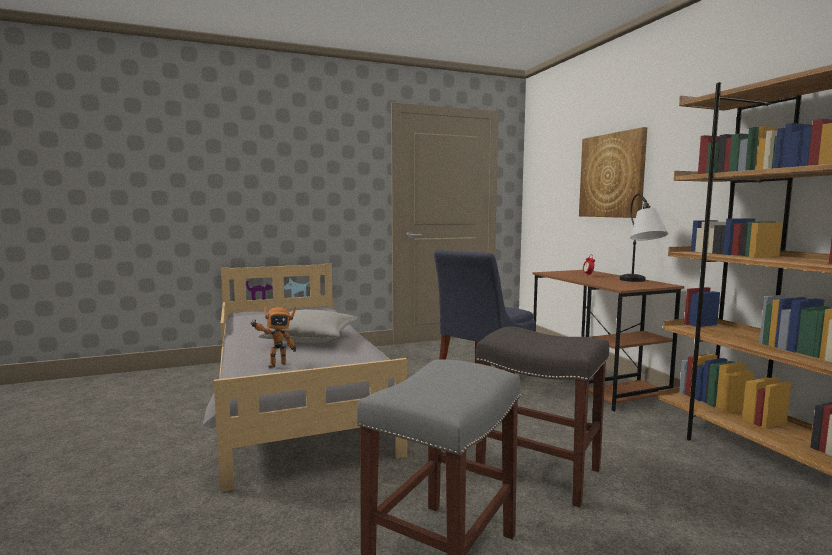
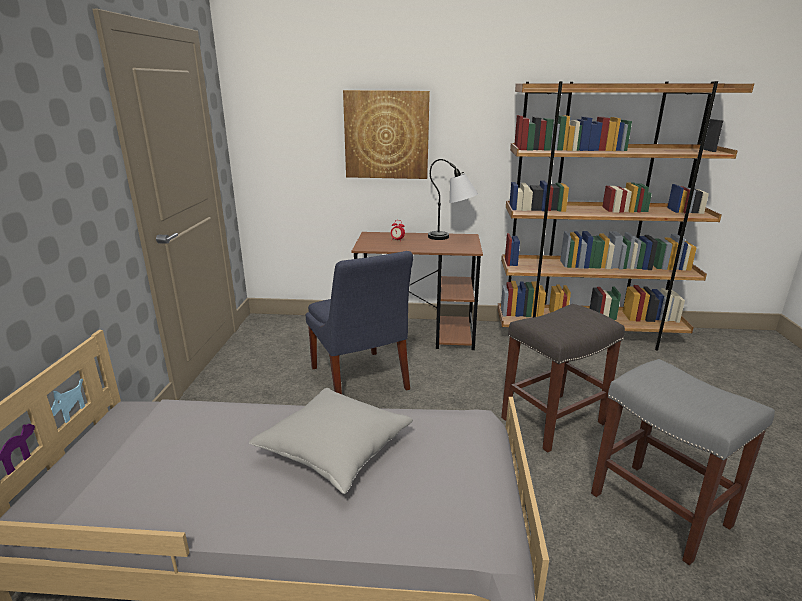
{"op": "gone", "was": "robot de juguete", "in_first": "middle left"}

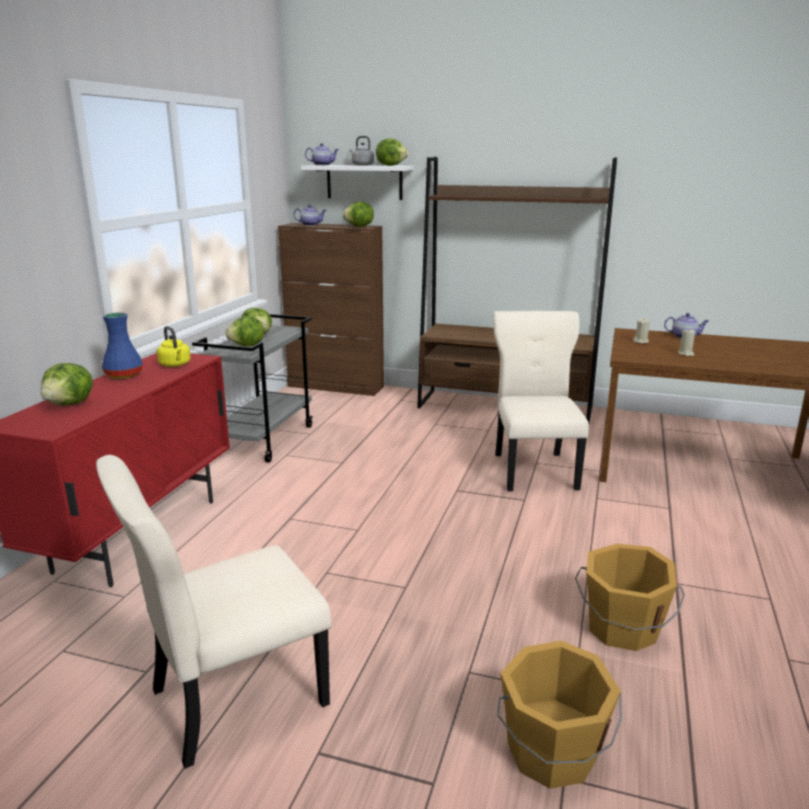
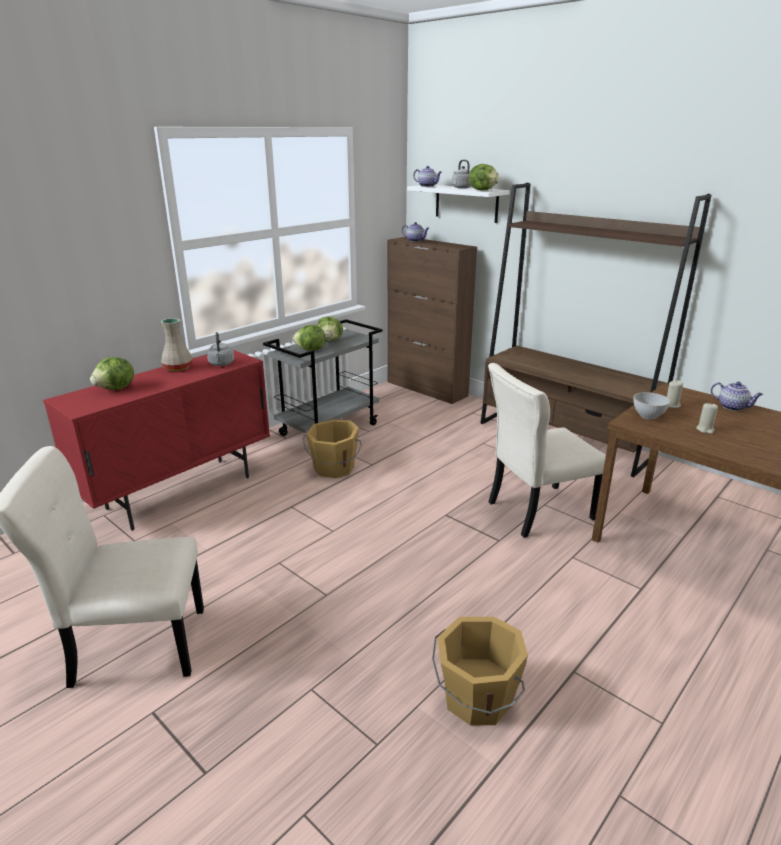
{"op": "gone", "was": "lechuga (no. 4 from left)", "in_first": "top centre"}
{"op": "new", "now": "cuenco/gris", "in_second": "middle right"}
{"op": "shifted", "was": "cubo/naranja (no. 1 from left)", "in_first": "bottom right", "in_second": "centre"}
{"op": "repainted", "was": "florero/azul", "now": "florero/beis", "in_first": "middle left", "in_second": "middle left"}
{"op": "repainted", "was": "hervidor/amarillo", "now": "hervidor/gris (no. 1 from left)", "in_first": "middle left", "in_second": "middle left"}
{"op": "rotated", "was": "silla/beis (no. 2 from left)", "in_first": "middle right", "in_second": "middle right", "clockwise": -135}

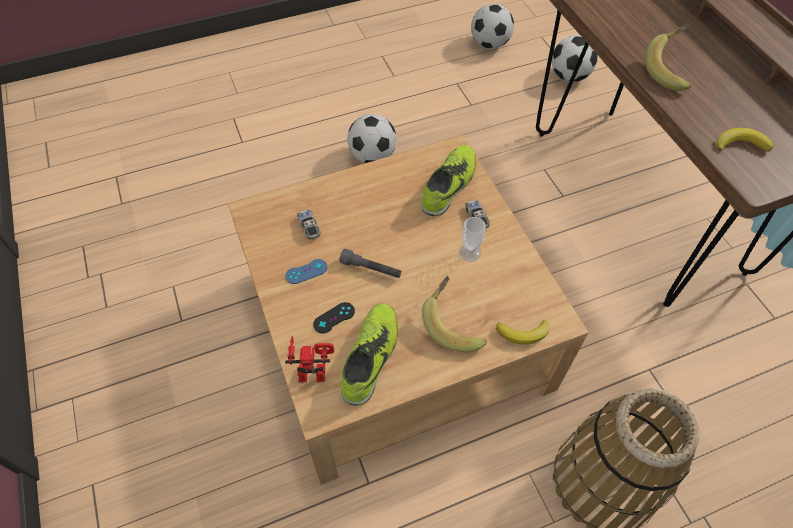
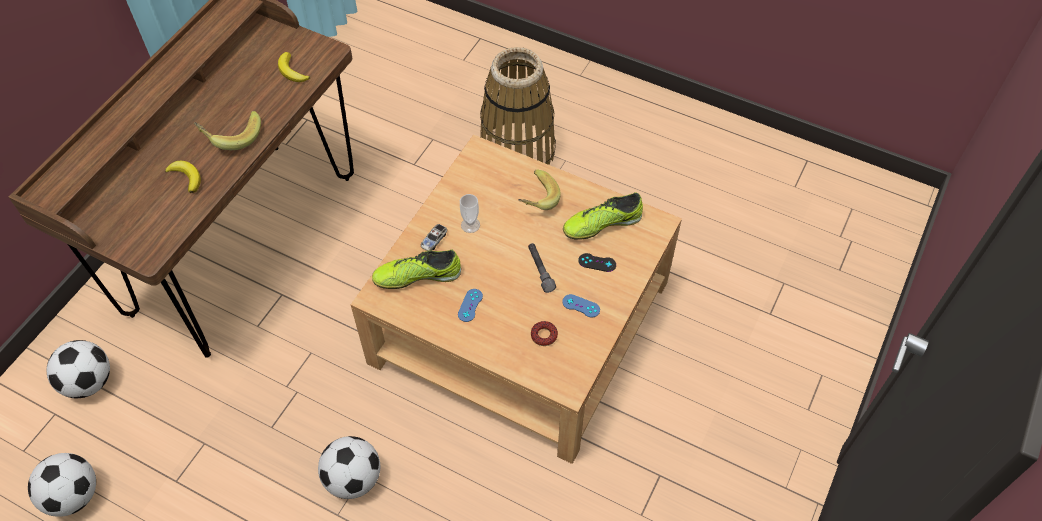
{"op": "gone", "was": "robot de juguete", "in_first": "bottom centre"}
{"op": "new", "now": "mando de consola/azul (no. 1 from left)", "in_second": "centre"}
{"op": "shifted", "was": "plátano (no. 2 from left in the first image)", "now": "plátano (no. 1 from left)", "in_first": "centre", "in_second": "middle left"}
{"op": "swapped", "was": "coche de juguete (no. 1 from left)", "now": "rosquilla", "in_first": "centre", "in_second": "centre"}

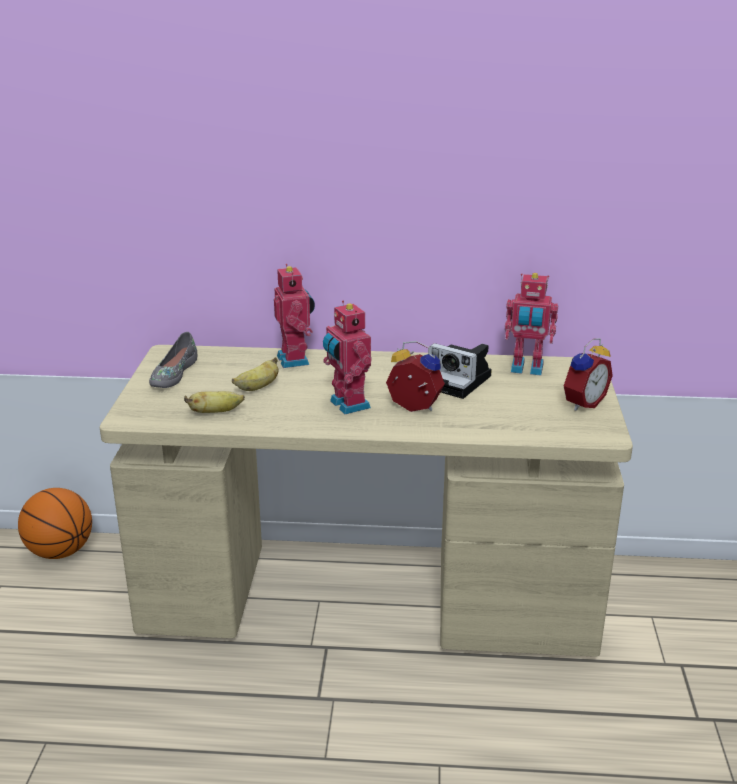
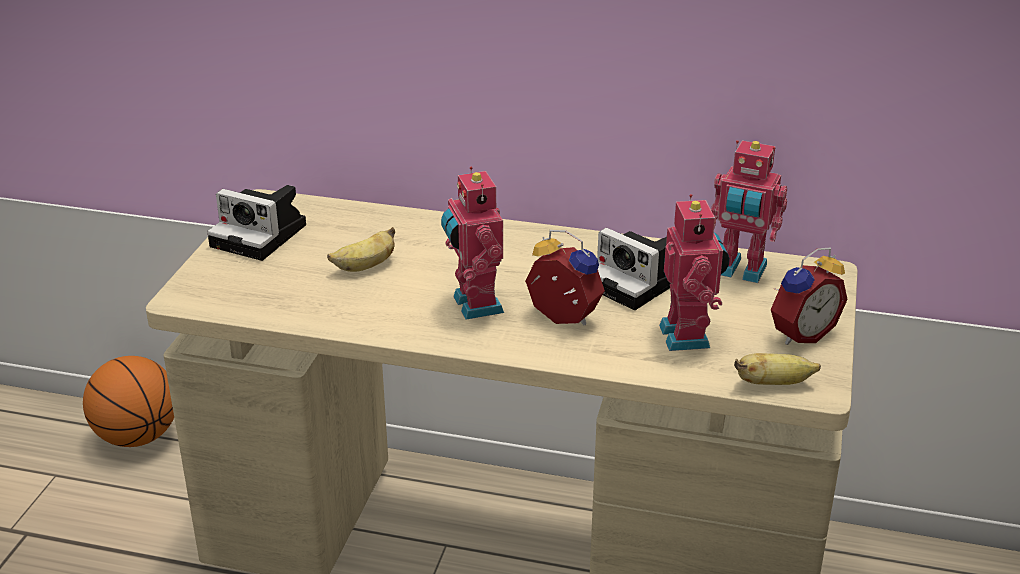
{"op": "shifted", "was": "plátano (no. 1 from left in the first image)", "now": "plátano (no. 2 from left)", "in_first": "middle left", "in_second": "middle right"}
{"op": "shifted", "was": "robot de juguete (no. 1 from left in the first image)", "now": "robot de juguete (no. 2 from left)", "in_first": "centre", "in_second": "middle right"}
{"op": "swapped", "was": "zapato/gris", "now": "cámara (no. 1 from left)", "in_first": "middle left", "in_second": "middle left"}

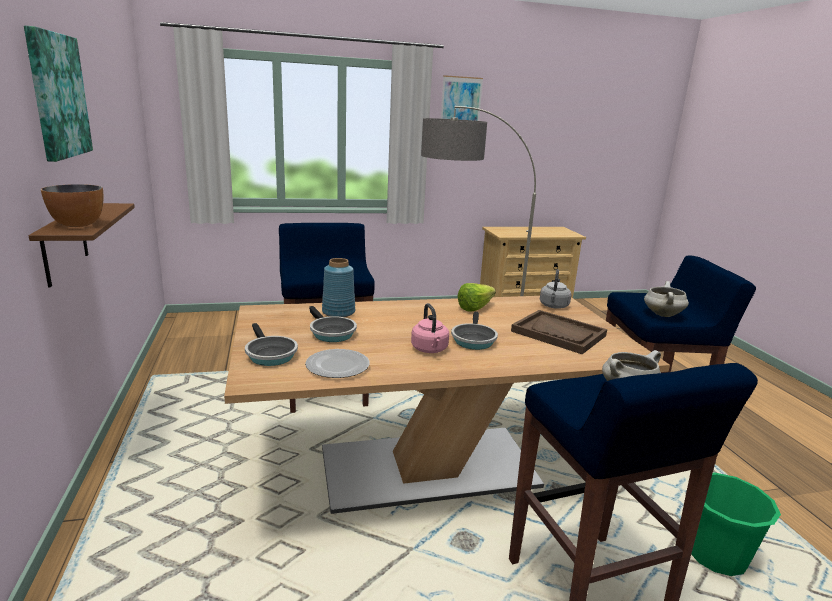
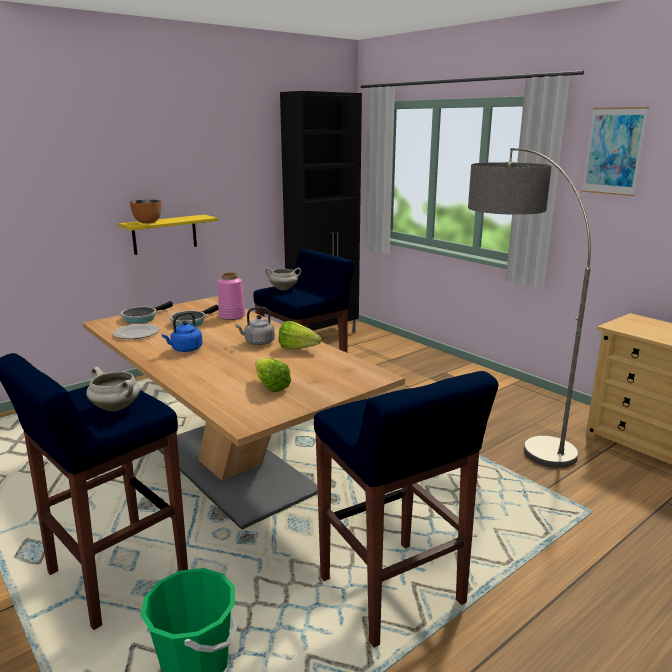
{"op": "gone", "was": "cuadro (no. 1 from left)", "in_first": "top left"}
{"op": "gone", "was": "sartén (no. 3 from left)", "in_first": "centre"}
{"op": "new", "now": "armario/negro", "in_second": "top centre"}
{"op": "shifted", "was": "hervidor/gris", "in_first": "middle right", "in_second": "centre"}
{"op": "shifted", "was": "olla/blanco (no. 2 from left)", "in_first": "middle right", "in_second": "centre"}
{"op": "swapped", "was": "bandeja/marrón", "now": "lechuga (no. 1 from left)", "in_first": "middle right", "in_second": "centre"}
{"op": "repainted", "was": "estante/marrón", "now": "estante/amarillo", "in_first": "middle left", "in_second": "middle left"}
{"op": "repainted", "was": "florero/azul", "now": "florero/rosa", "in_first": "centre", "in_second": "centre"}
{"op": "repainted", "was": "hervidor/rosa", "now": "hervidor/azul", "in_first": "centre", "in_second": "middle left"}

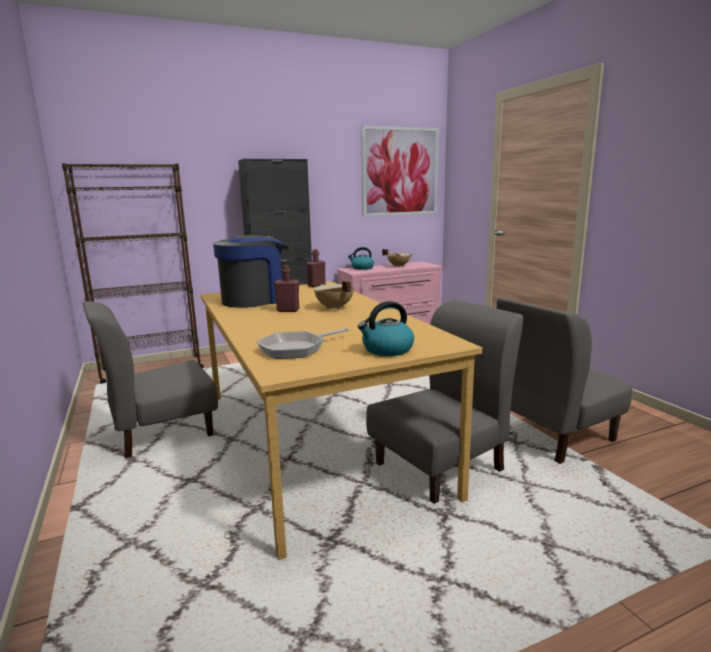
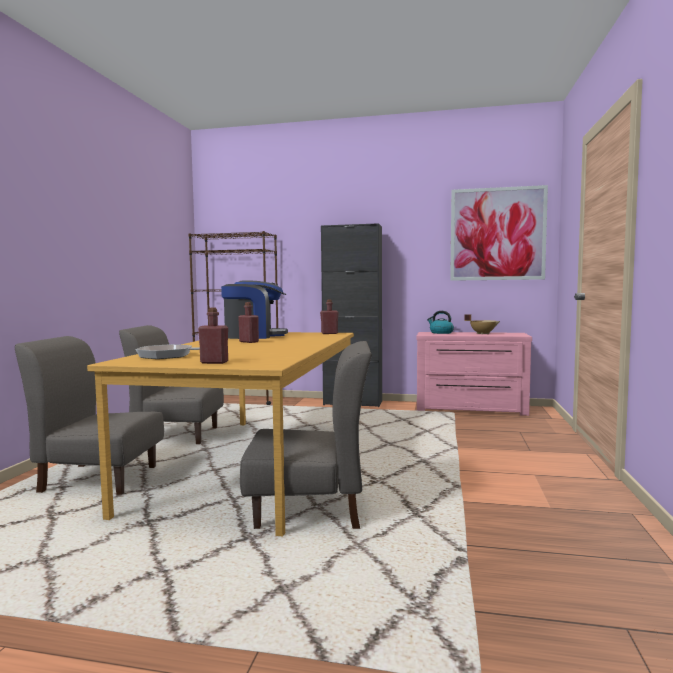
{"op": "gone", "was": "olla/beis (no. 1 from left)", "in_first": "centre"}
{"op": "shifted", "was": "silla/gris (no. 3 from left in the first image)", "now": "silla/gris (no. 1 from left)", "in_first": "middle right", "in_second": "middle left"}
{"op": "swapped", "was": "hervidor (no. 2 from left)", "now": "botella/rojo (no. 1 from left)", "in_first": "centre", "in_second": "middle left"}

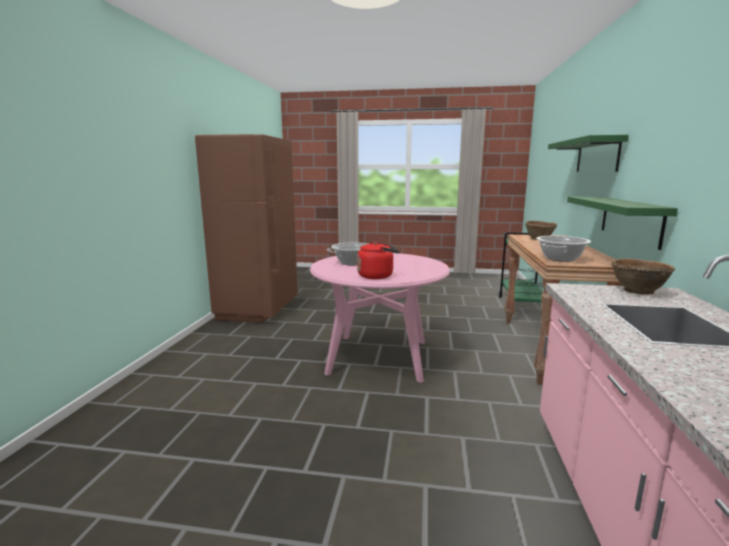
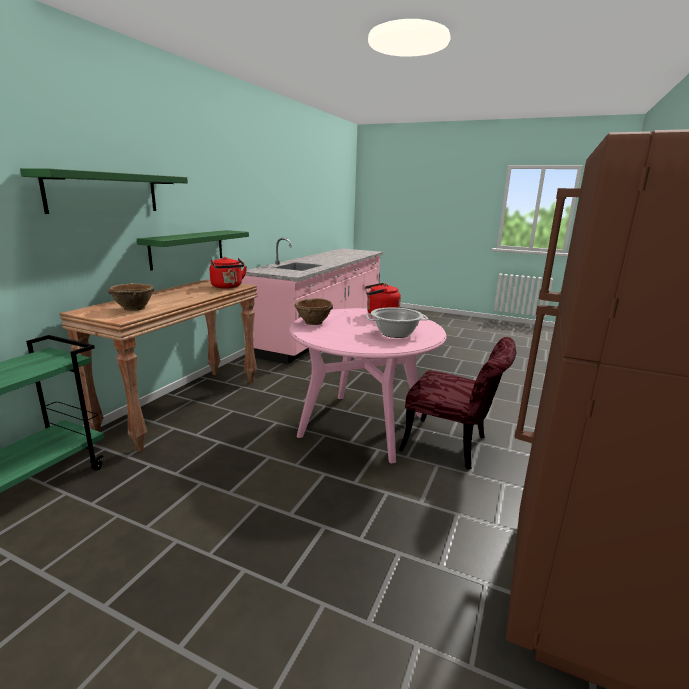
{"op": "new", "now": "silla/rojo", "in_second": "centre"}
{"op": "shifted", "was": "cuenco/marrón (no. 2 from left)", "in_first": "middle right", "in_second": "centre"}
{"op": "swapped", "was": "olla (no. 2 from left)", "now": "hervidor/rojo (no. 1 from left)", "in_first": "middle right", "in_second": "middle left"}

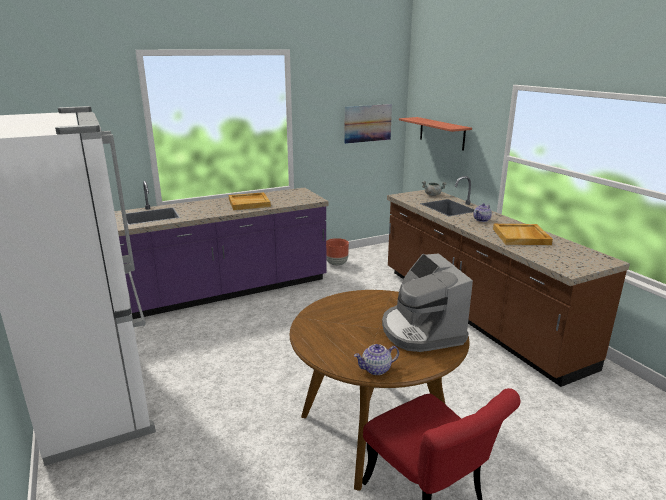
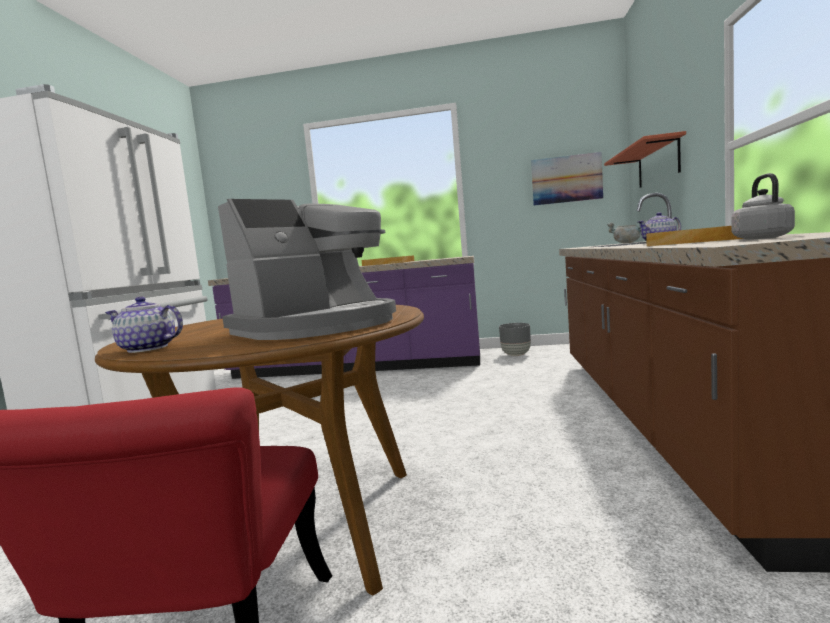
{"op": "new", "now": "hervidor/gris", "in_second": "top right"}
{"op": "repainted", "was": "maceta/marrón", "now": "maceta/gris", "in_first": "centre", "in_second": "centre"}
{"op": "rotated", "was": "cafetera", "in_first": "centre", "in_second": "centre", "clockwise": -150}

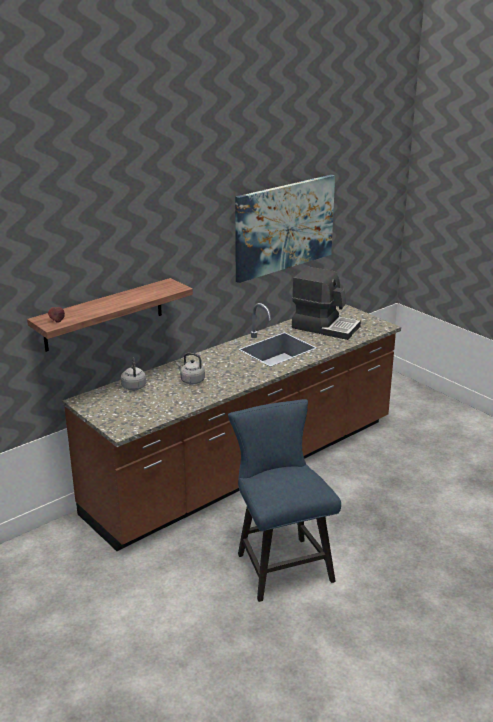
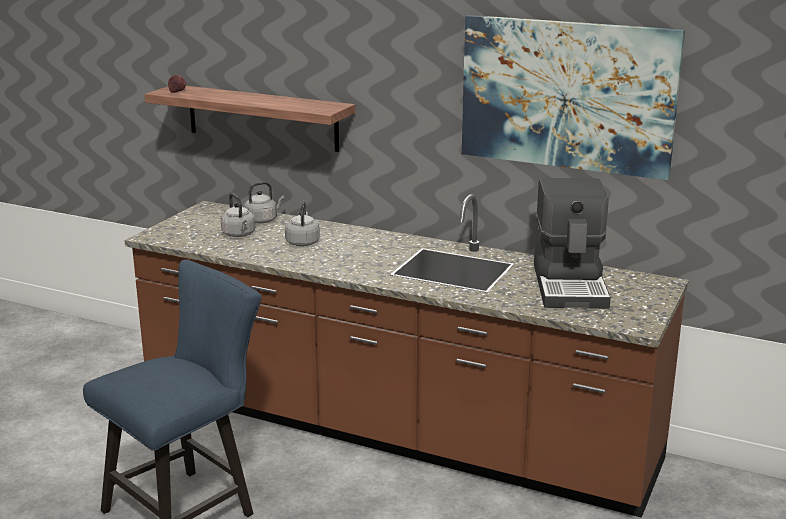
{"op": "new", "now": "hervidor/gris (no. 1 from left)", "in_second": "middle left"}

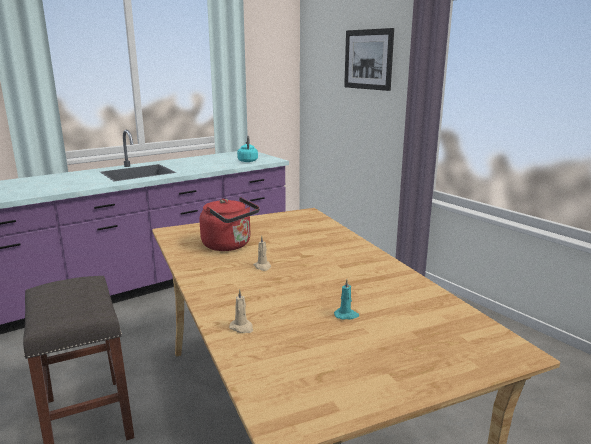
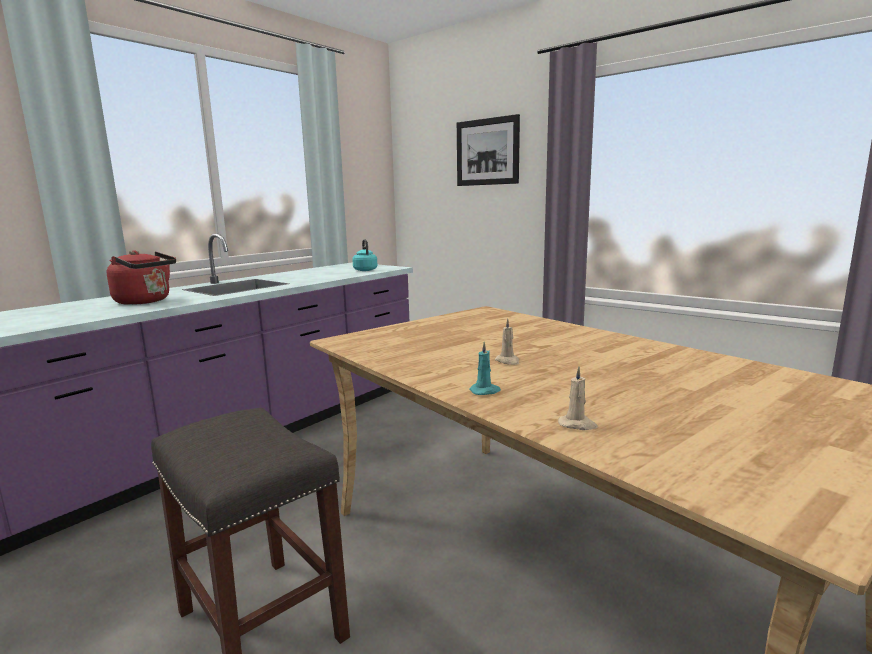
{"op": "shifted", "was": "hervidor/rojo", "in_first": "centre", "in_second": "middle left"}
{"op": "shifted", "was": "vela/turquesa", "in_first": "bottom centre", "in_second": "centre"}

